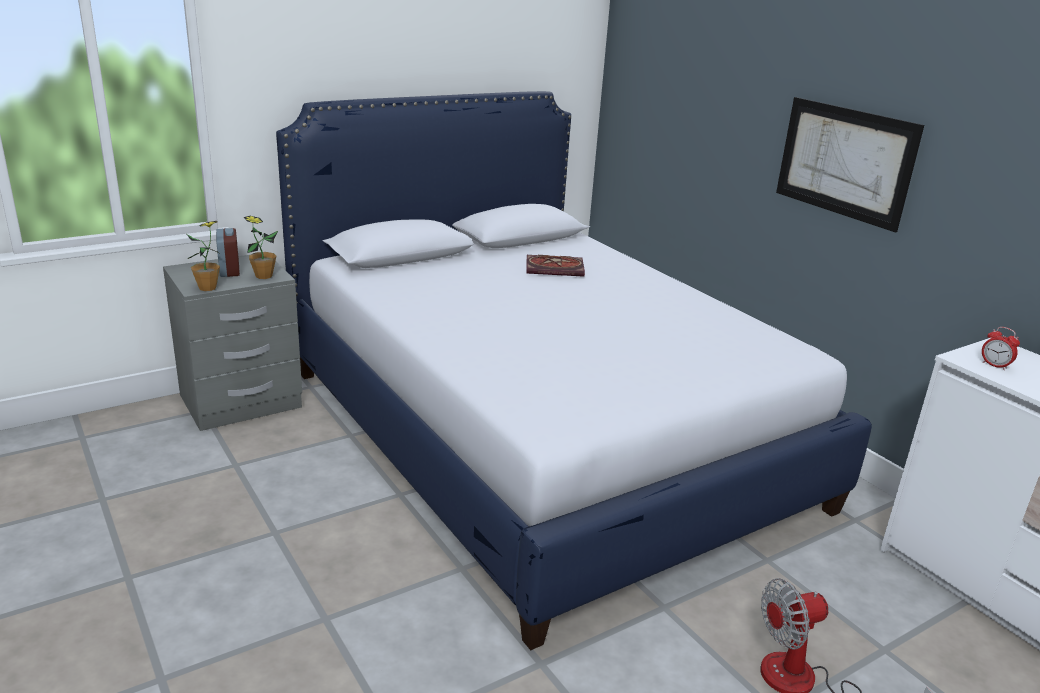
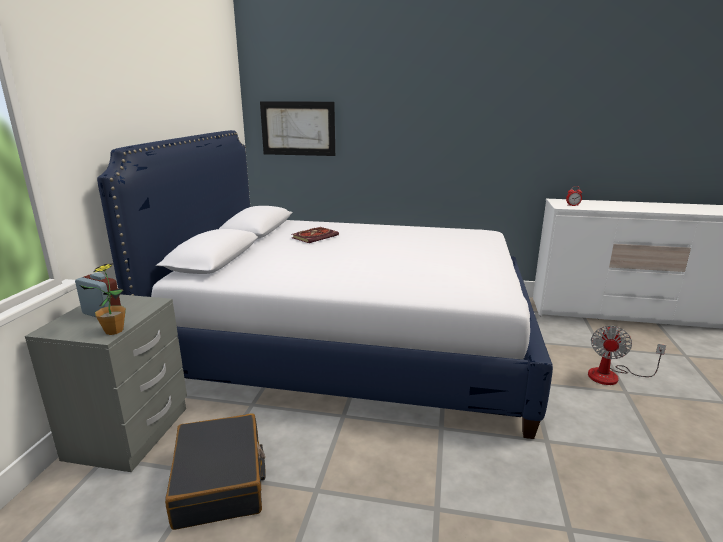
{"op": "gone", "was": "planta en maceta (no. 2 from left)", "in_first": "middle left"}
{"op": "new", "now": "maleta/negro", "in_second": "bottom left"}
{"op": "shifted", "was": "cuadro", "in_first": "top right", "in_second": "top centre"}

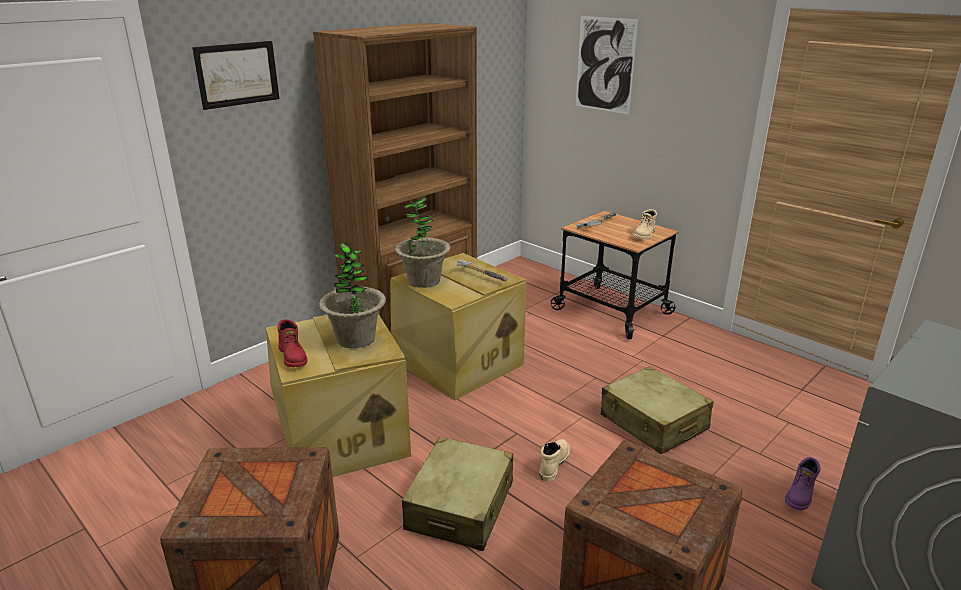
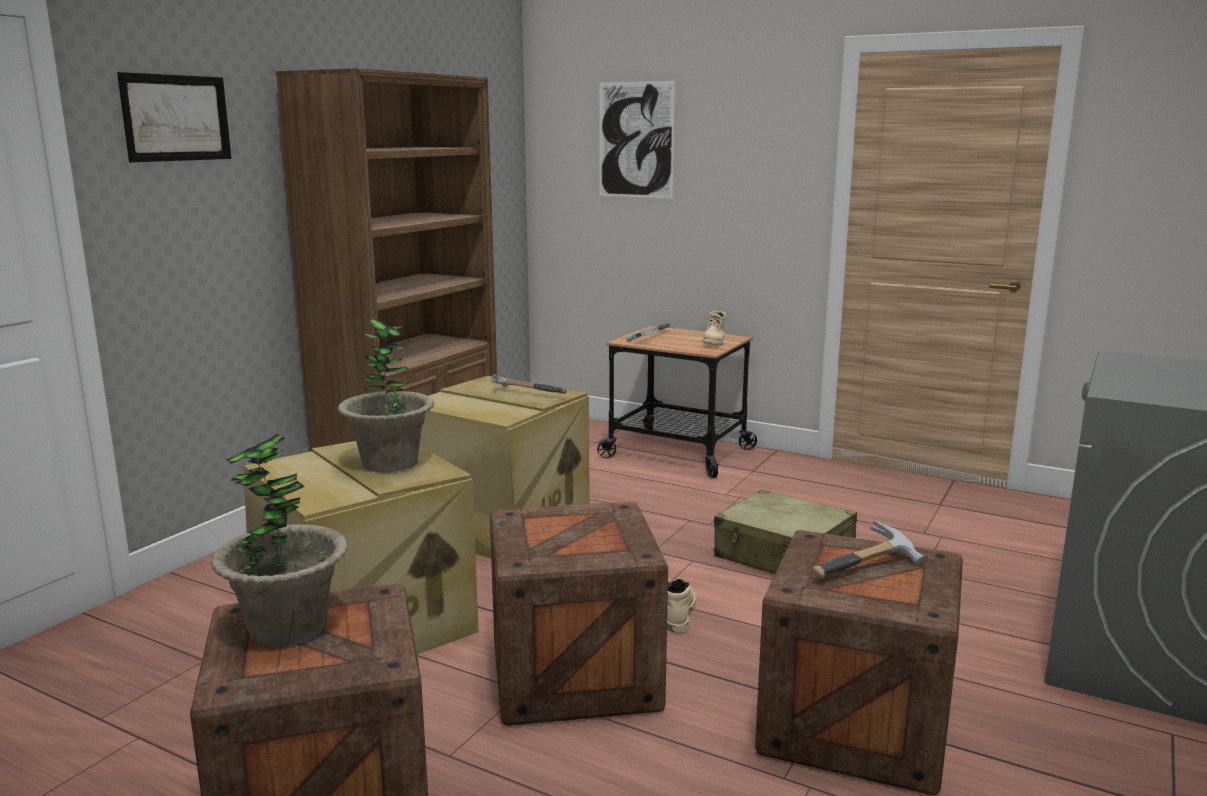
{"op": "gone", "was": "bota/rojo", "in_first": "middle left"}
{"op": "gone", "was": "bota/morado", "in_first": "bottom right"}
{"op": "new", "now": "martillo (no. 3 from left)", "in_second": "bottom right"}
{"op": "shifted", "was": "planta en maceta (no. 2 from left in the first image)", "now": "planta en maceta (no. 1 from left)", "in_first": "centre", "in_second": "bottom left"}
{"op": "swapped", "was": "maleta/beis (no. 1 from left)", "now": "caja de embalaje (no. 2 from left)", "in_first": "bottom centre", "in_second": "bottom centre"}

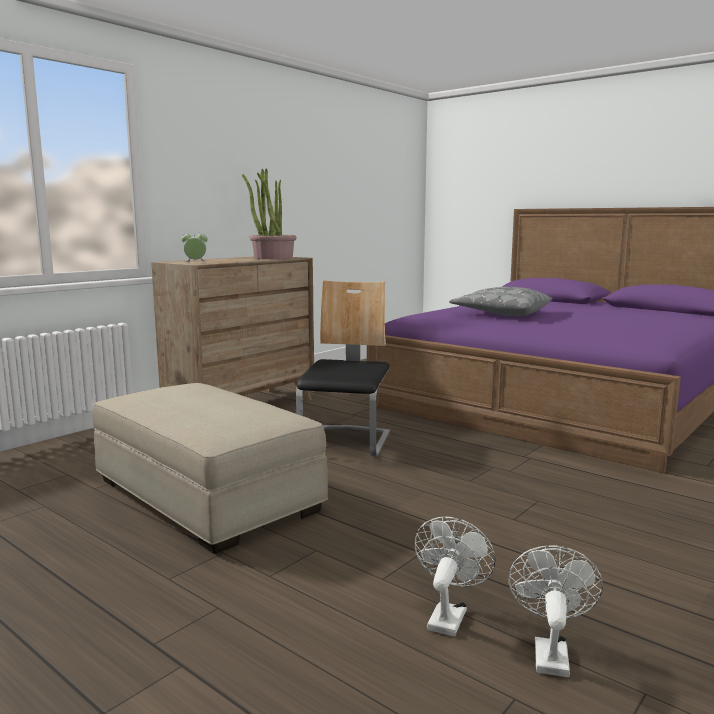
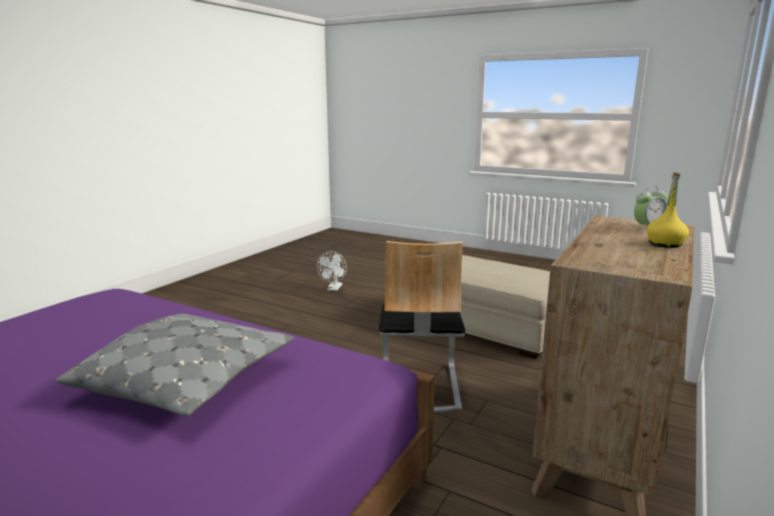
{"op": "gone", "was": "planta en maceta", "in_first": "top centre"}
{"op": "gone", "was": "ventilador/blanco (no. 2 from left)", "in_first": "bottom right"}
{"op": "new", "now": "botella/amarillo", "in_second": "middle right"}

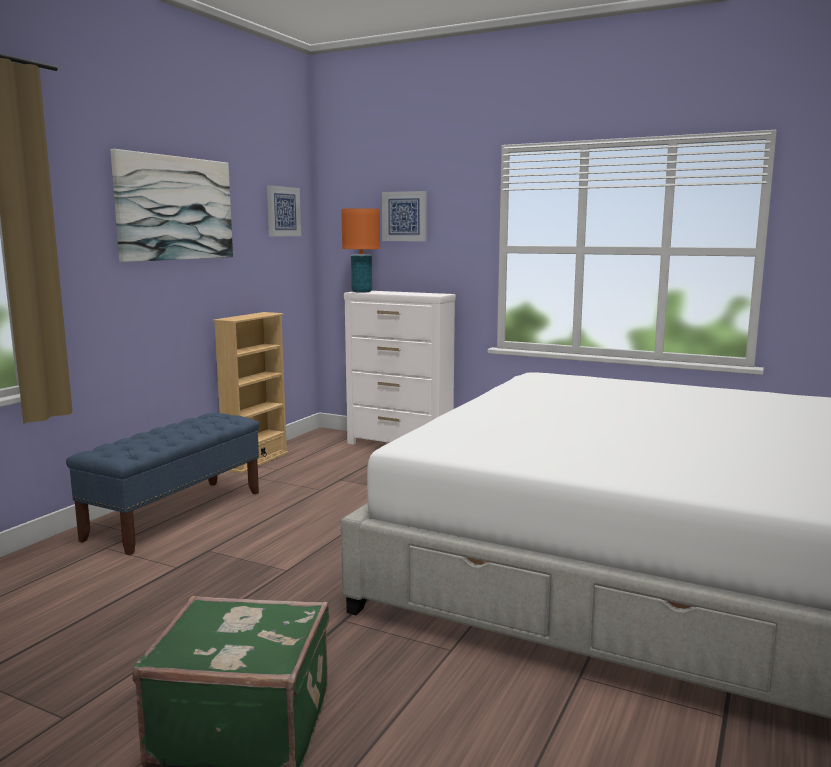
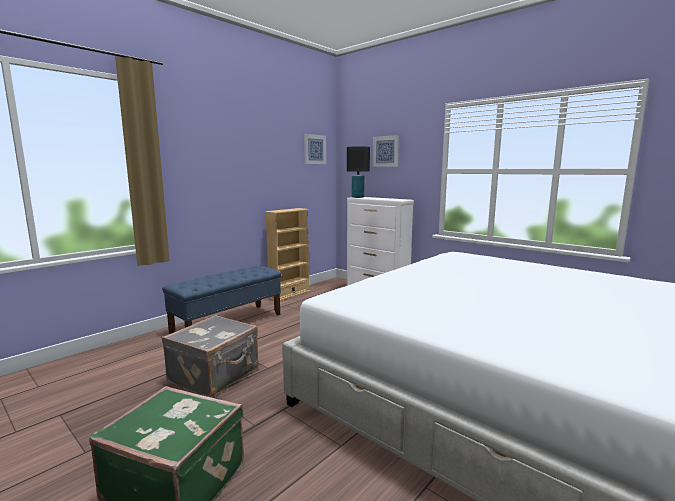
{"op": "gone", "was": "cuadro (no. 1 from left)", "in_first": "top left"}
{"op": "new", "now": "maleta/gris", "in_second": "bottom left"}
{"op": "repainted", "was": "lámpara de mesa/naranja", "now": "lámpara de mesa/negro", "in_first": "top centre", "in_second": "centre"}

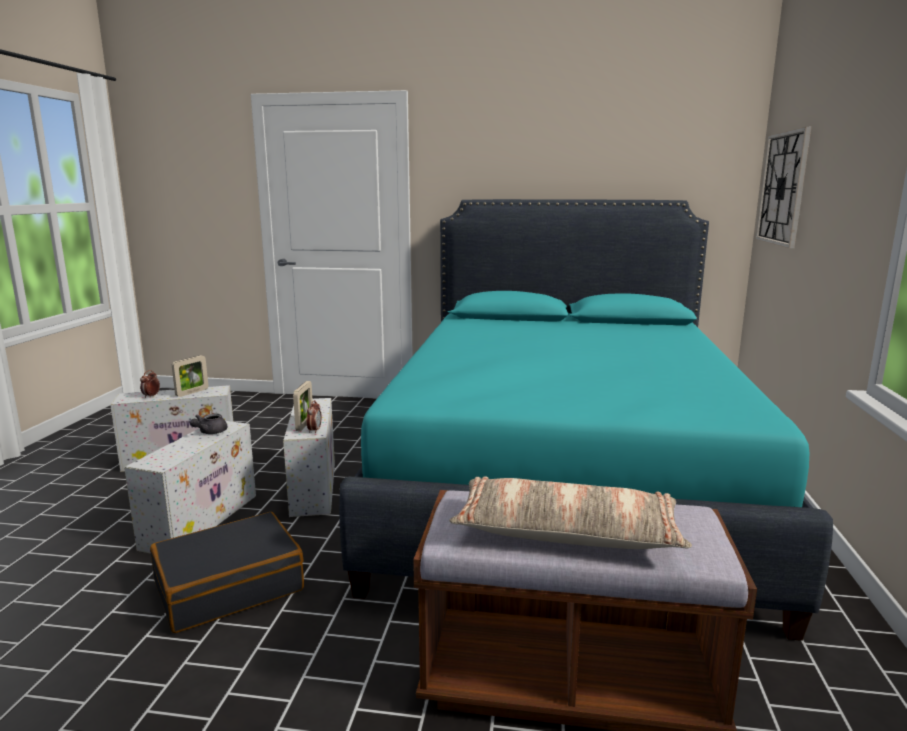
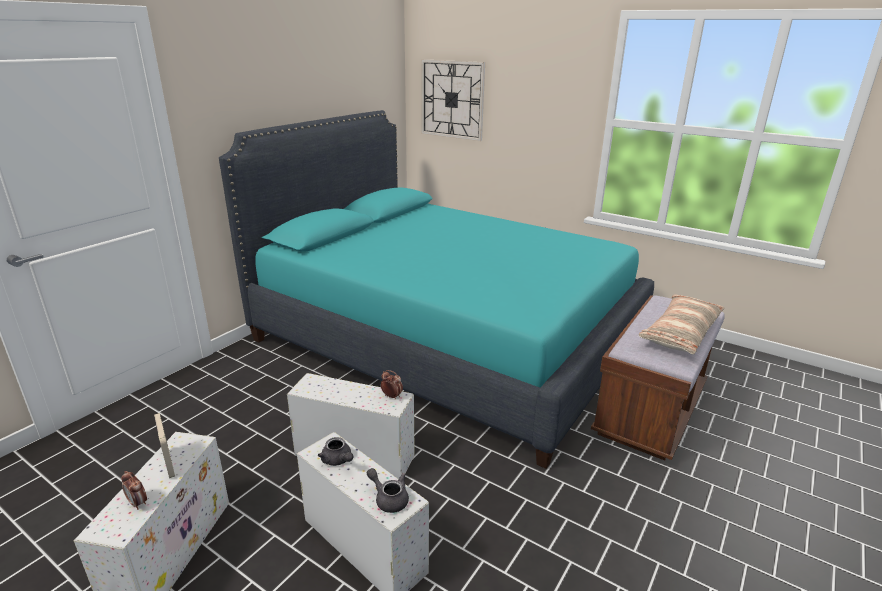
{"op": "gone", "was": "maleta/negro", "in_first": "bottom left"}
{"op": "gone", "was": "portarretratos (no. 2 from left)", "in_first": "centre"}
{"op": "new", "now": "tetera/gris (no. 2 from left)", "in_second": "bottom centre"}

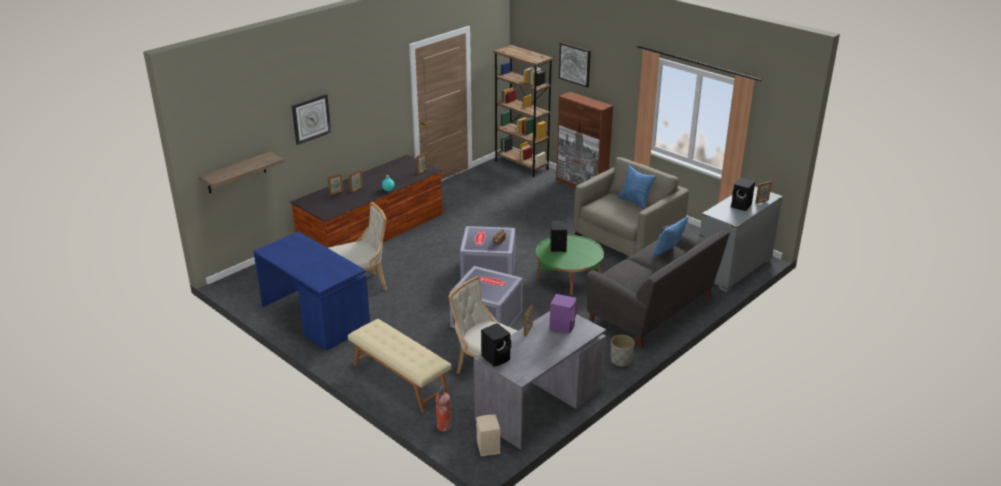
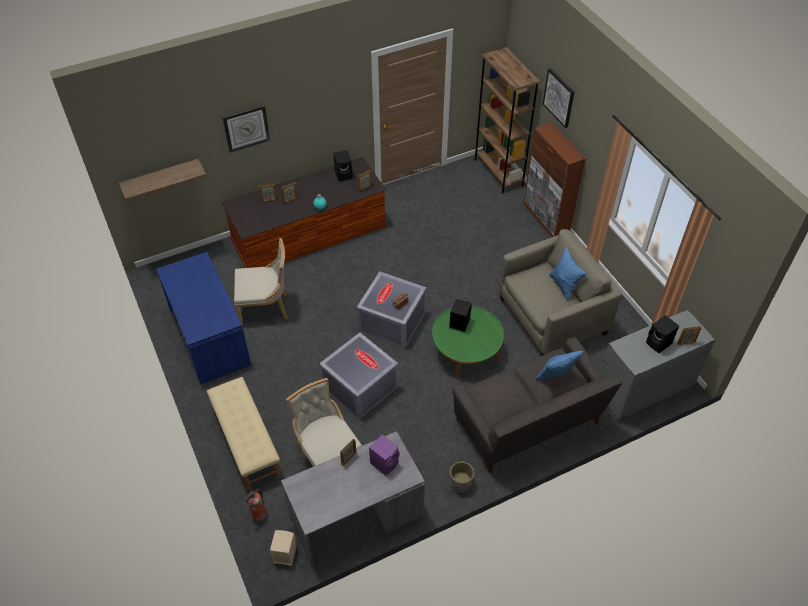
{"op": "shifted", "was": "altavoz/negro (no. 1 from left)", "in_first": "bottom centre", "in_second": "top centre"}

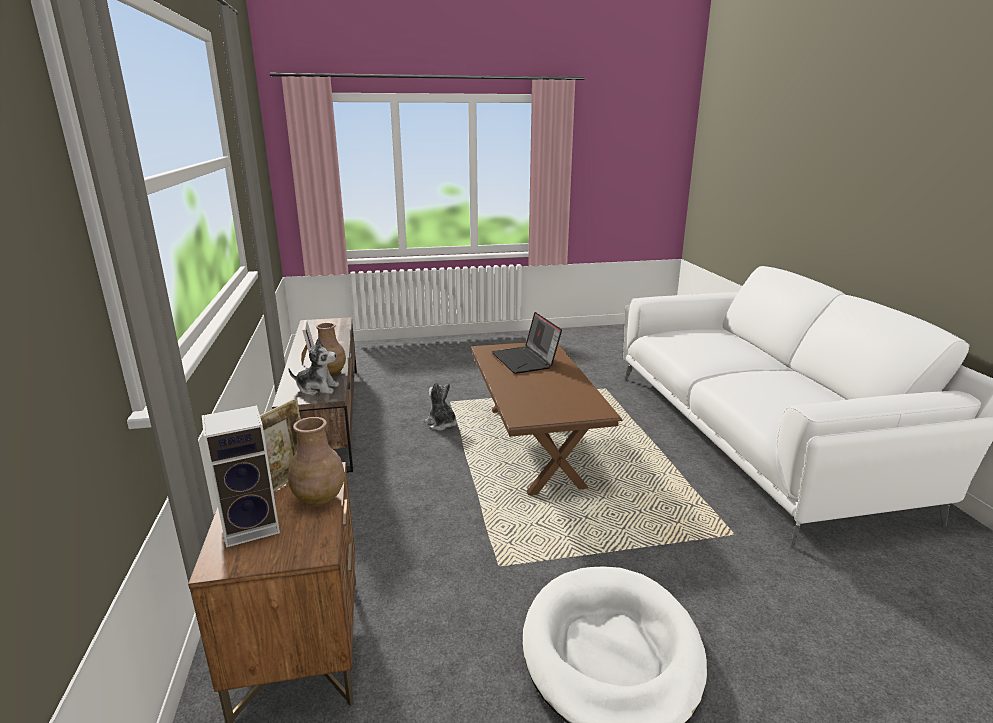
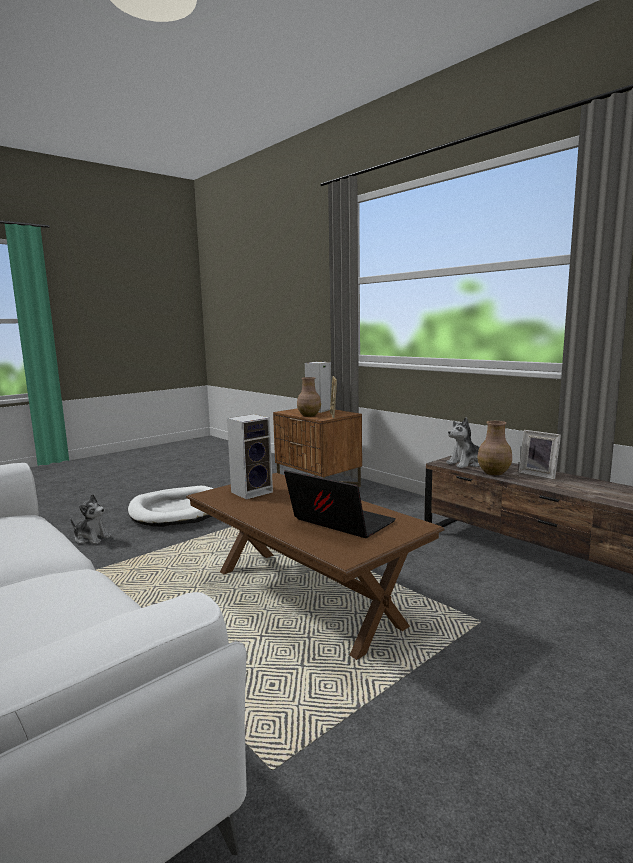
{"op": "new", "now": "altavoz (no. 1 from left)", "in_second": "centre"}
{"op": "shifted", "was": "peluche (no. 2 from left in the first image)", "now": "peluche (no. 1 from left)", "in_first": "centre", "in_second": "middle left"}

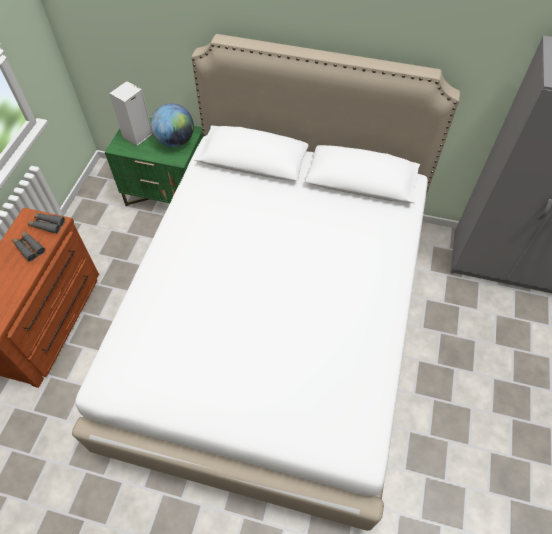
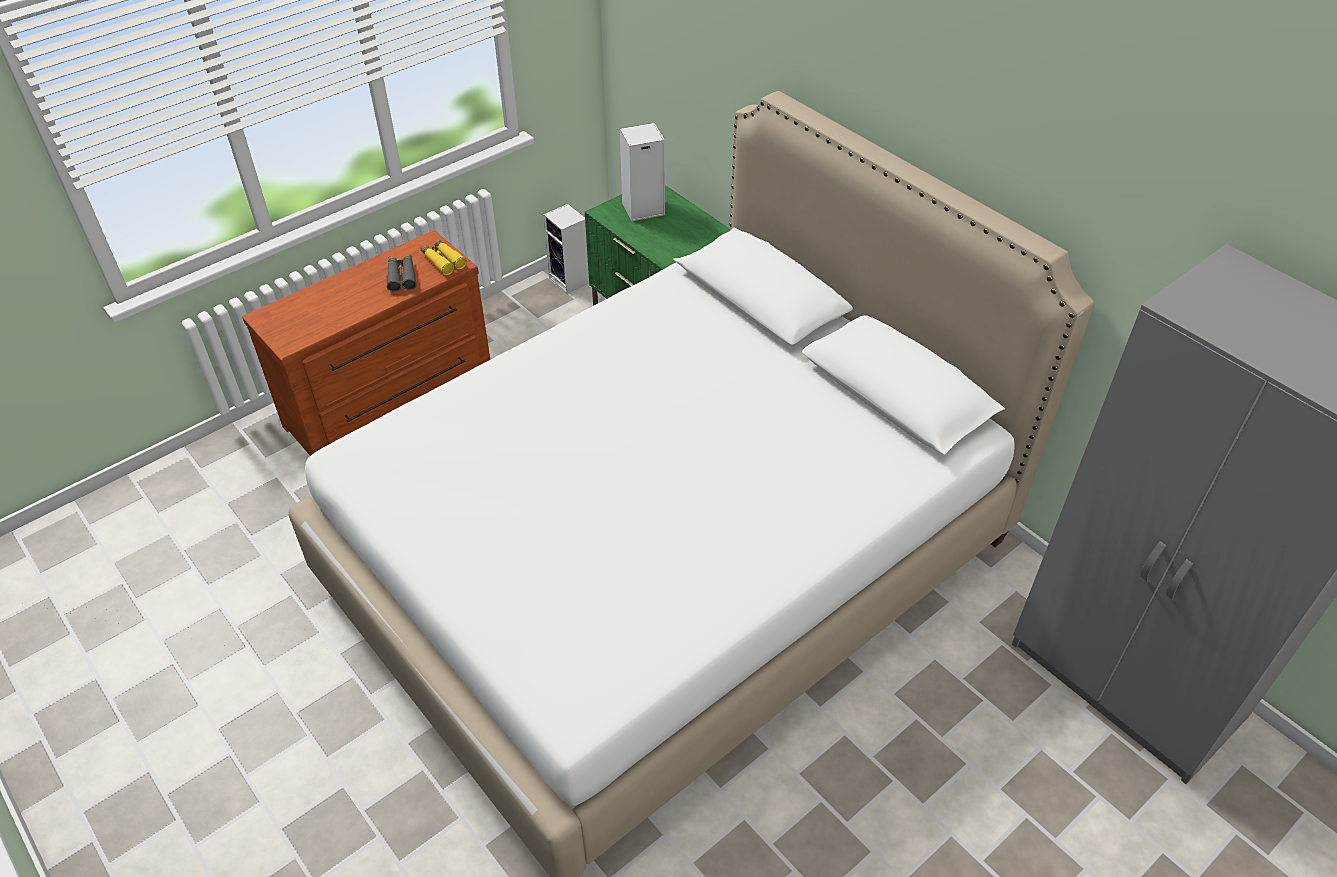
{"op": "gone", "was": "globo terráqueo", "in_first": "top left"}
{"op": "new", "now": "altavoz (no. 1 from left)", "in_second": "top centre"}
{"op": "repainted", "was": "prismáticos/gris (no. 2 from left)", "now": "prismáticos/amarillo", "in_first": "middle left", "in_second": "top left"}

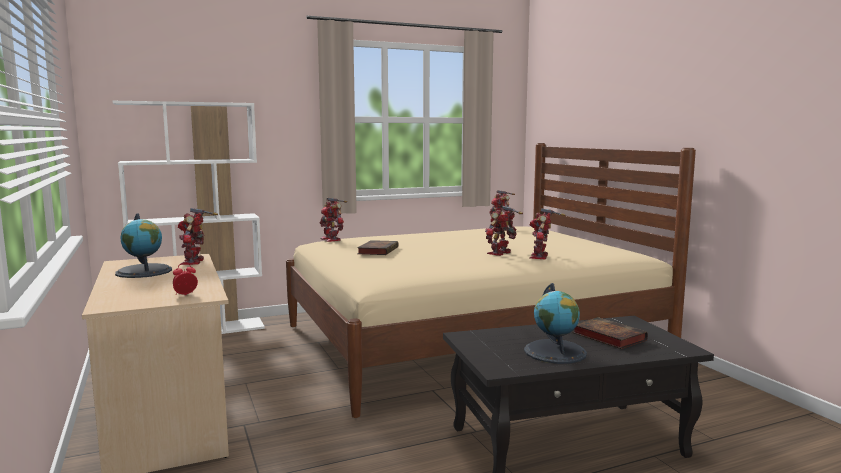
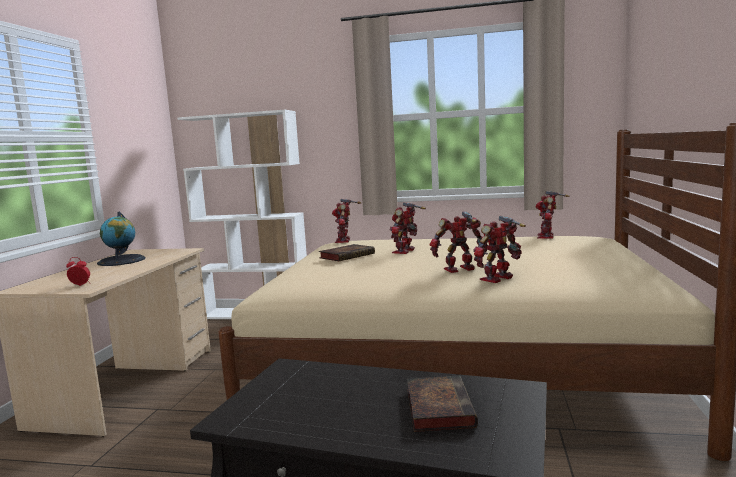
{"op": "gone", "was": "globo terráqueo (no. 2 from left)", "in_first": "bottom centre"}
{"op": "shifted", "was": "robot de juguete (no. 1 from left in the first image)", "now": "robot de juguete (no. 2 from left)", "in_first": "middle left", "in_second": "centre"}

